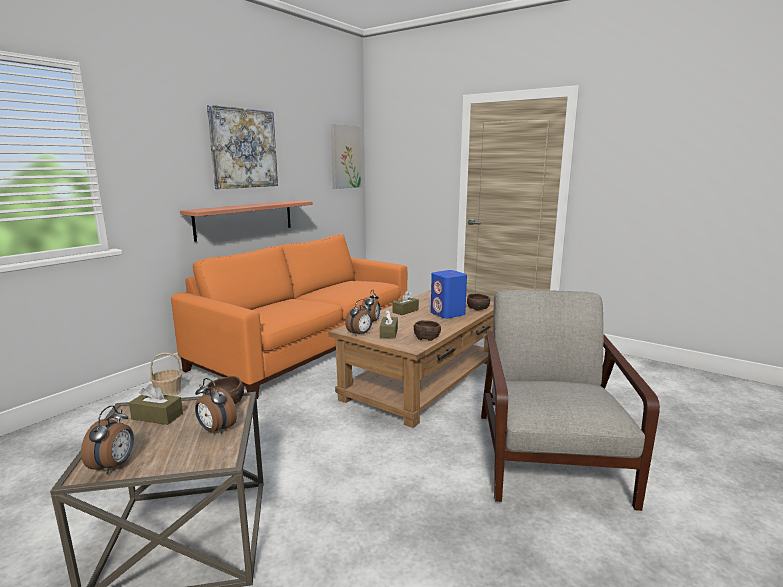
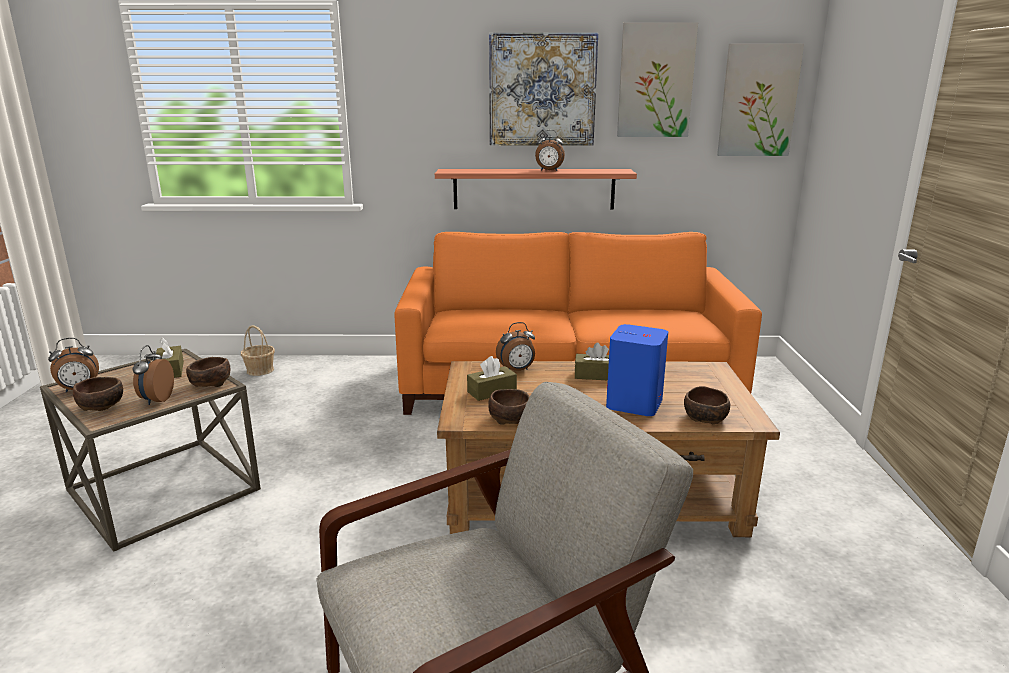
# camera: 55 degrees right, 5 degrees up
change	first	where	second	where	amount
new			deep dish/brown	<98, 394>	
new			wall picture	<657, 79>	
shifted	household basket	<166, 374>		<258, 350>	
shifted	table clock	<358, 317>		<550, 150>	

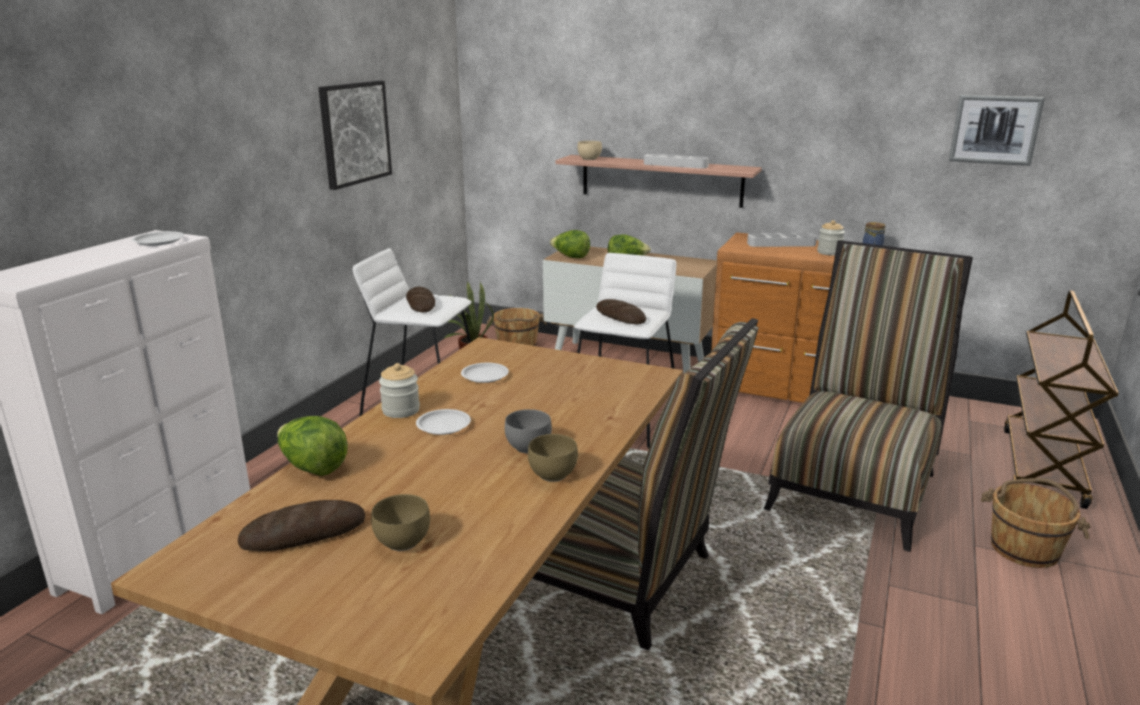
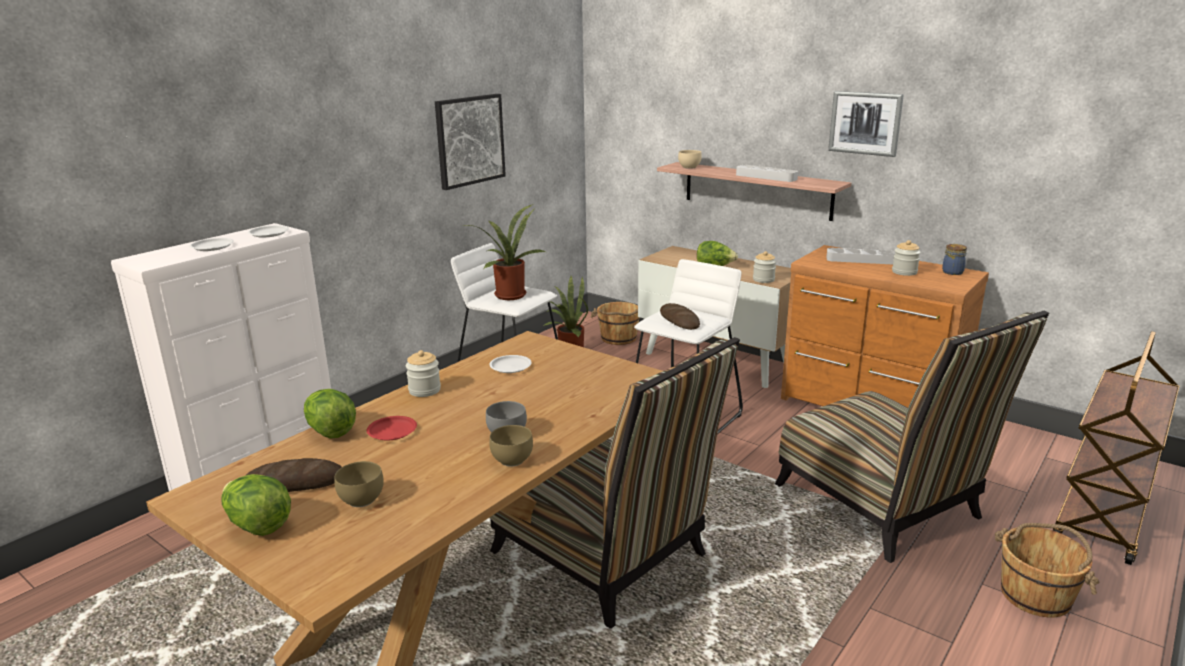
# camera: 15 degrees right, 0 degrees up
change	first	where	second	where	amount
new			dinner plate/reddish	<392, 428>	
new			preserve jar	<764, 267>	
shifted	dinner plate/whitish	<443, 422>		<211, 244>	
shifted	lettuce head	<570, 244>		<256, 505>	
shifted	wall picture	<997, 130>		<866, 124>	
swapped	bread	<420, 299>	plant in a pot	<503, 252>	
rotated	chair	<868, 396>		<912, 437>	105 degrees clockwise

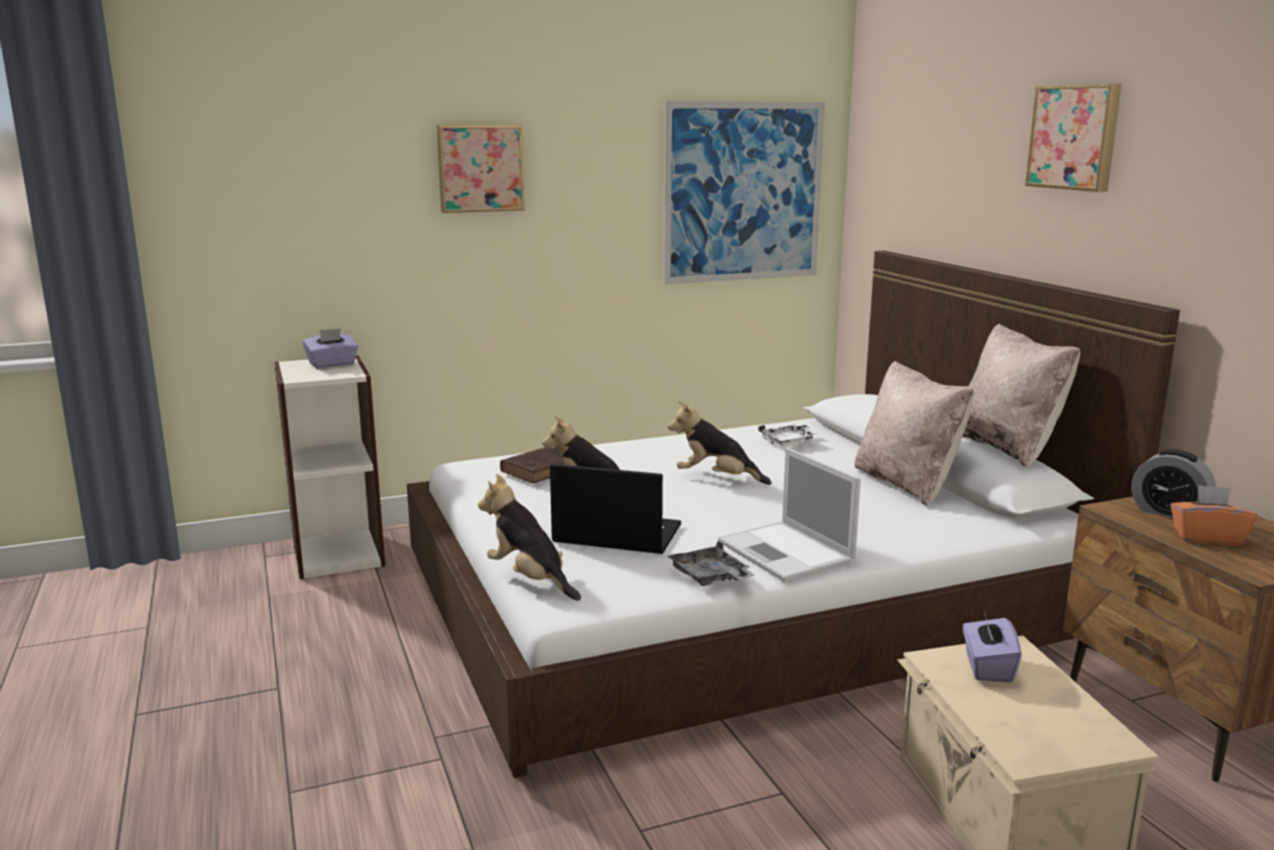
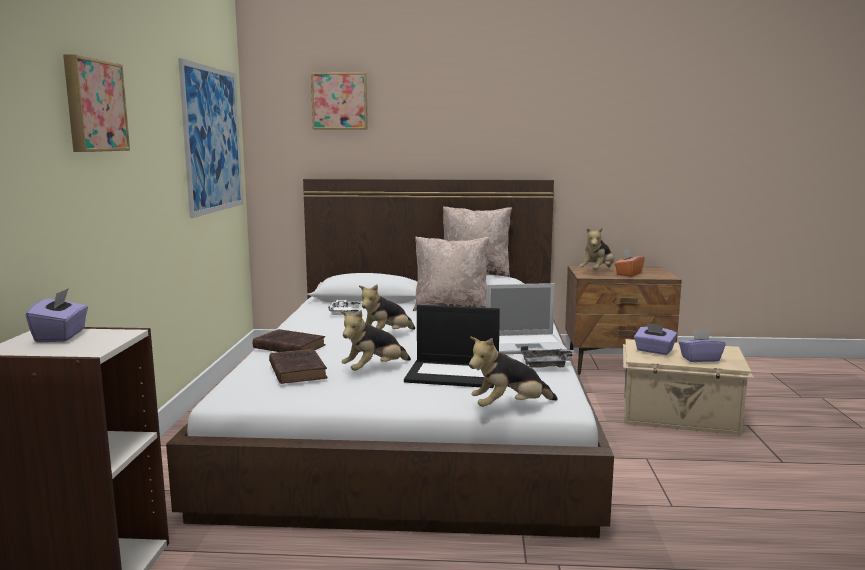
# camera: 65 degrees left, 5 degrees down
change	first	where	second	where	amount
new			book/brown	<289, 340>	
new			box of tissues/purple	<702, 345>	
shifted	wall picture	<1073, 137>		<339, 100>	
swapped	table clock	<1174, 484>	soft toy	<596, 248>	
rotated	notebook computer	<615, 509>		<452, 346>	120 degrees counterclockwise

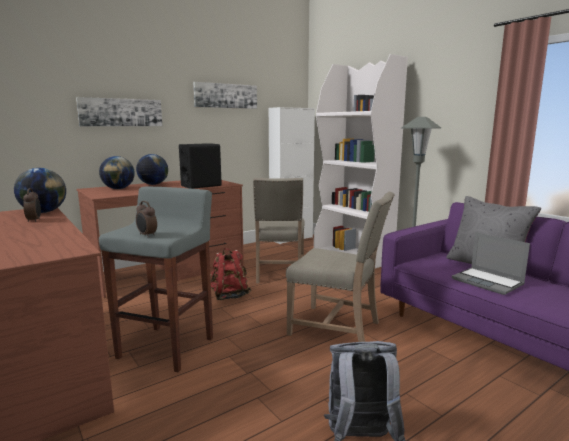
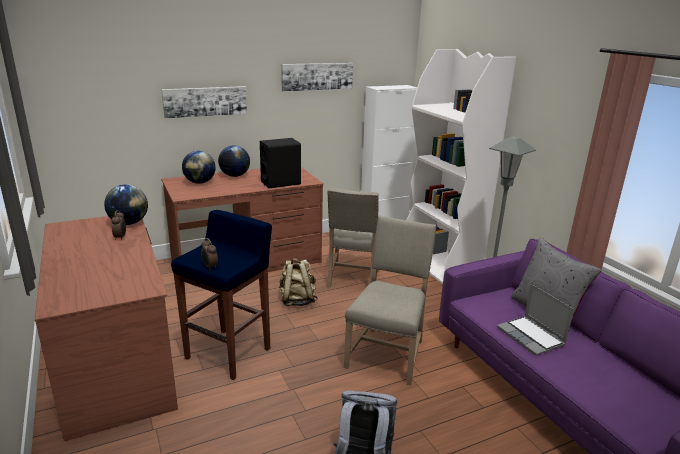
# camera: 10 degrees right, 10 degrees up
change	first	where	second	where	amount
repainted	stool/gray	<156, 279>	stool/blue-coloured	<221, 295>	
repainted	backpack/reddish	<230, 274>	backpack/sand-coloured	<298, 282>	
rotated	chair/sand-coloured	<340, 267>		<390, 301>	105 degrees counterclockwise

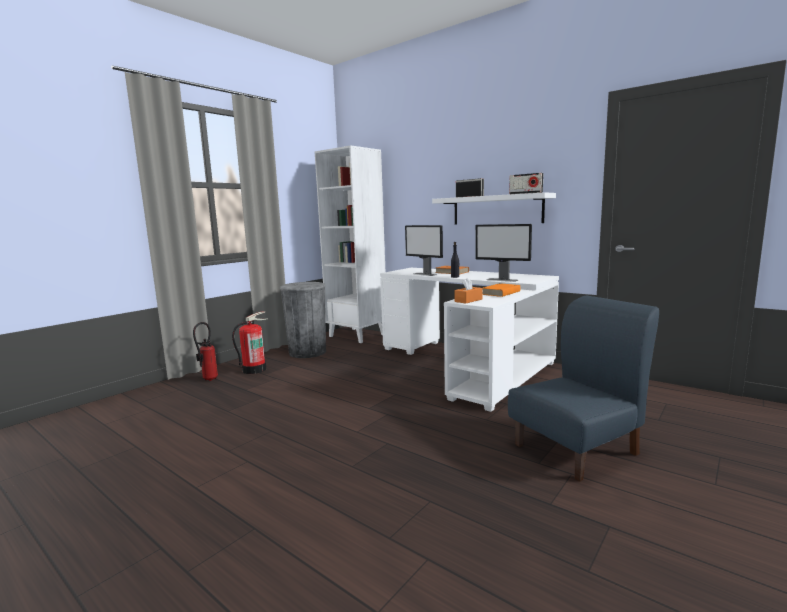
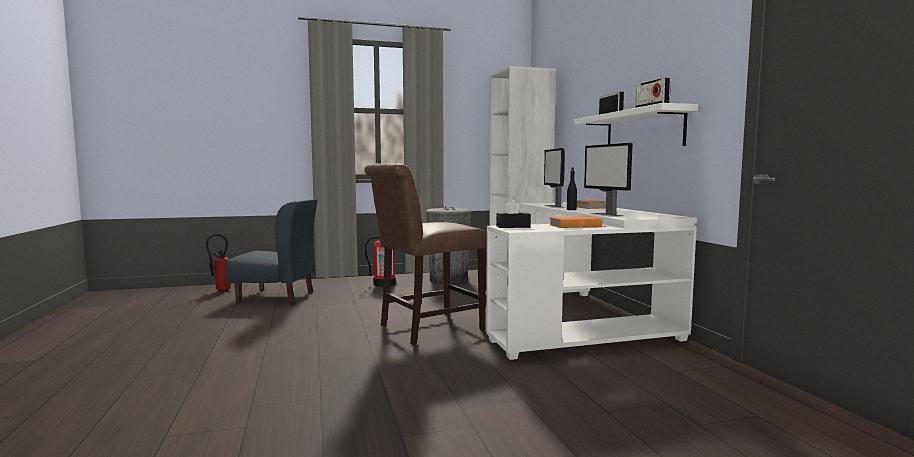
# camera: 35 degrees right, 5 degrees down
change	first	where	second	where	amount
new			chair/brown	<425, 254>	
shifted	fire-fighting cylinder	<205, 351>		<218, 263>	
shifted	chair/blue-coloured	<583, 388>		<272, 252>	
repainted	box of tissues/orange-coloured	<468, 291>	box of tissues/blackish	<513, 214>	

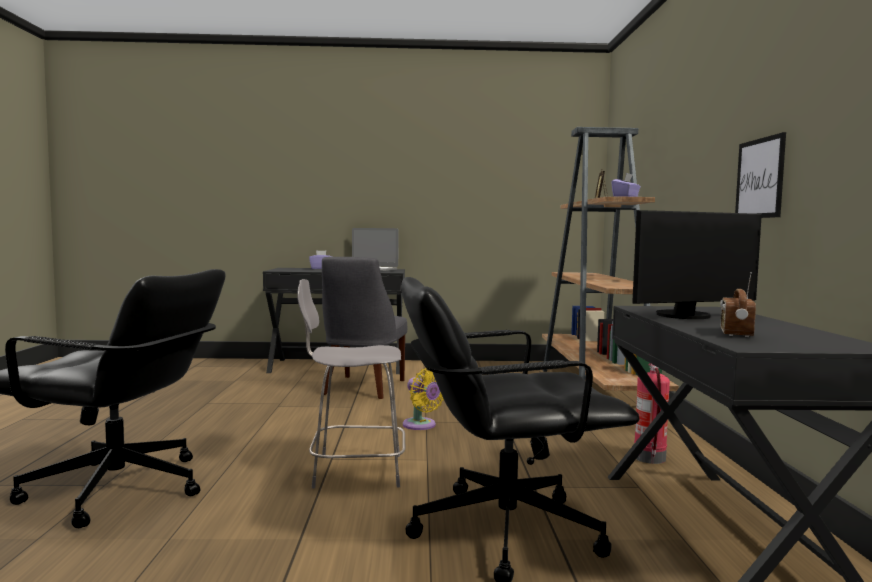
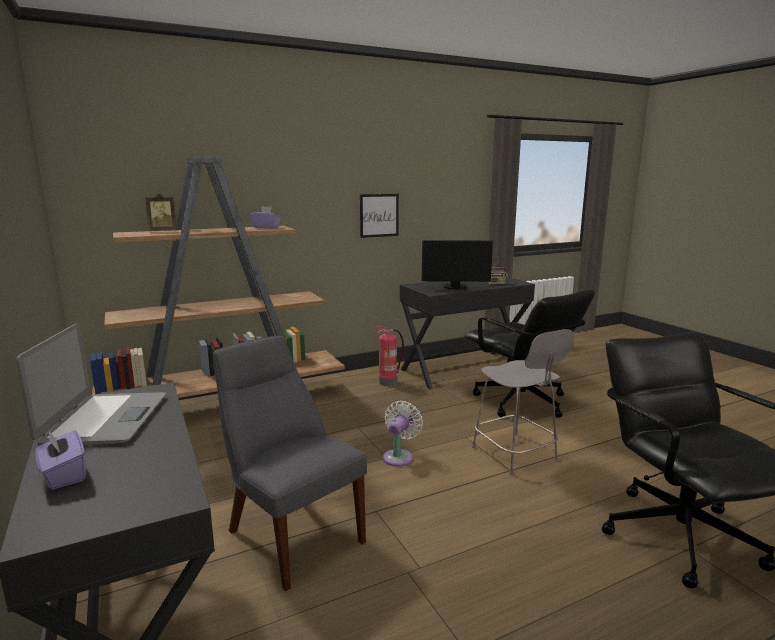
# camera: 115 degrees left, 10 degrees up
change	first	where	second	where	amount
repainted	electric fan/yellowish	<423, 399>	electric fan/whitish	<403, 434>	
rotated	chair/gray	<364, 328>		<290, 463>	120 degrees counterclockwise
rotated	computer screen	<697, 264>		<457, 265>	135 degrees clockwise

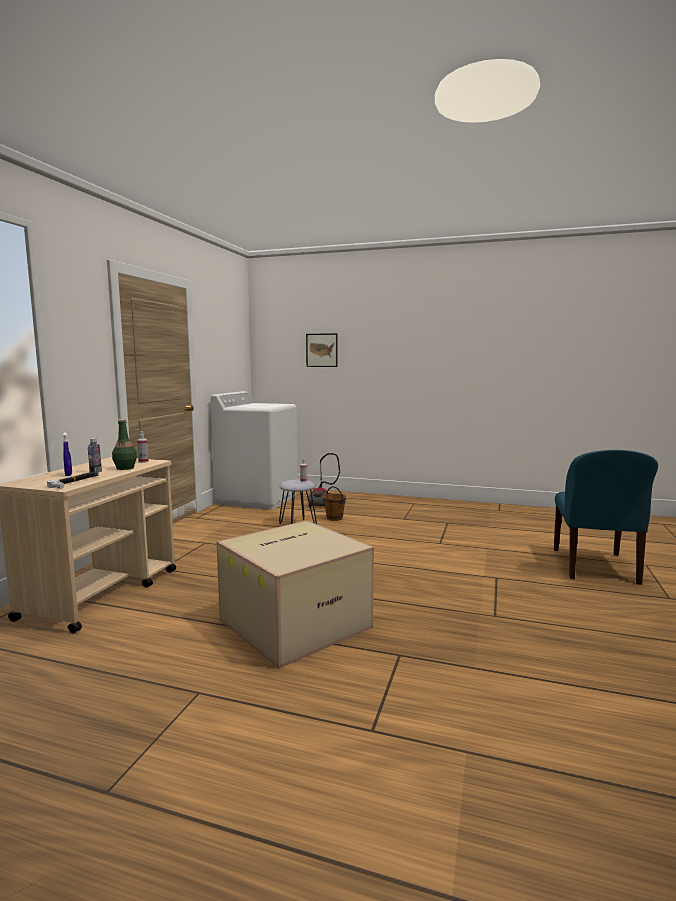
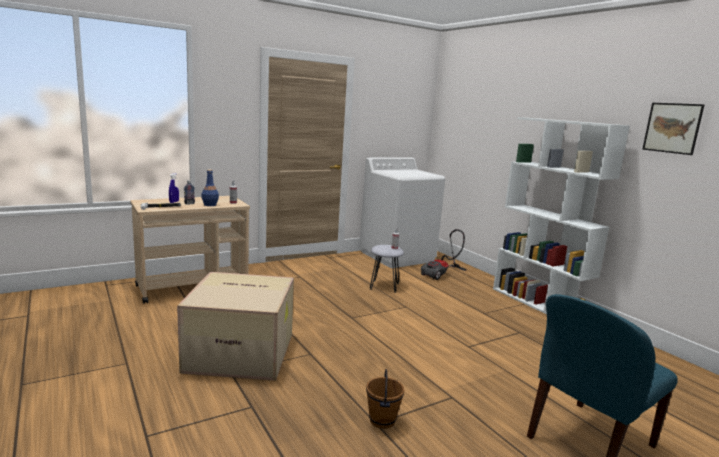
# camera: 40 degrees right, 5 degrees up
change	first	where	second	where	amount
new			bookcase/whitish	<561, 215>	
shifted	wall picture	<322, 350>		<673, 129>	
shifted	bucket/brown	<334, 503>		<385, 399>	
repainted	bottle/green	<124, 444>	bottle/blue-coloured	<210, 187>	

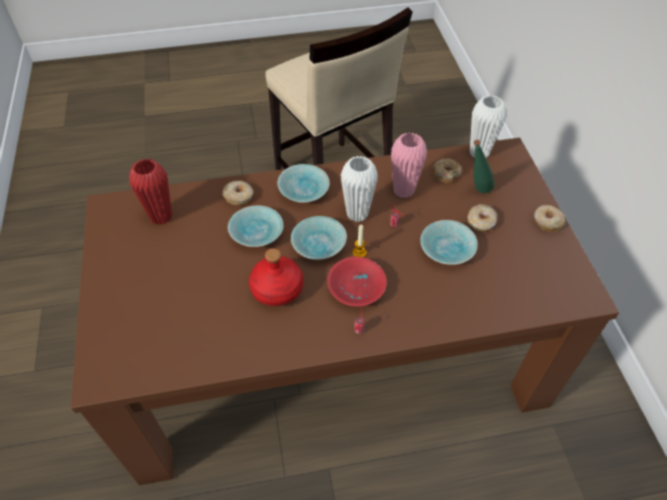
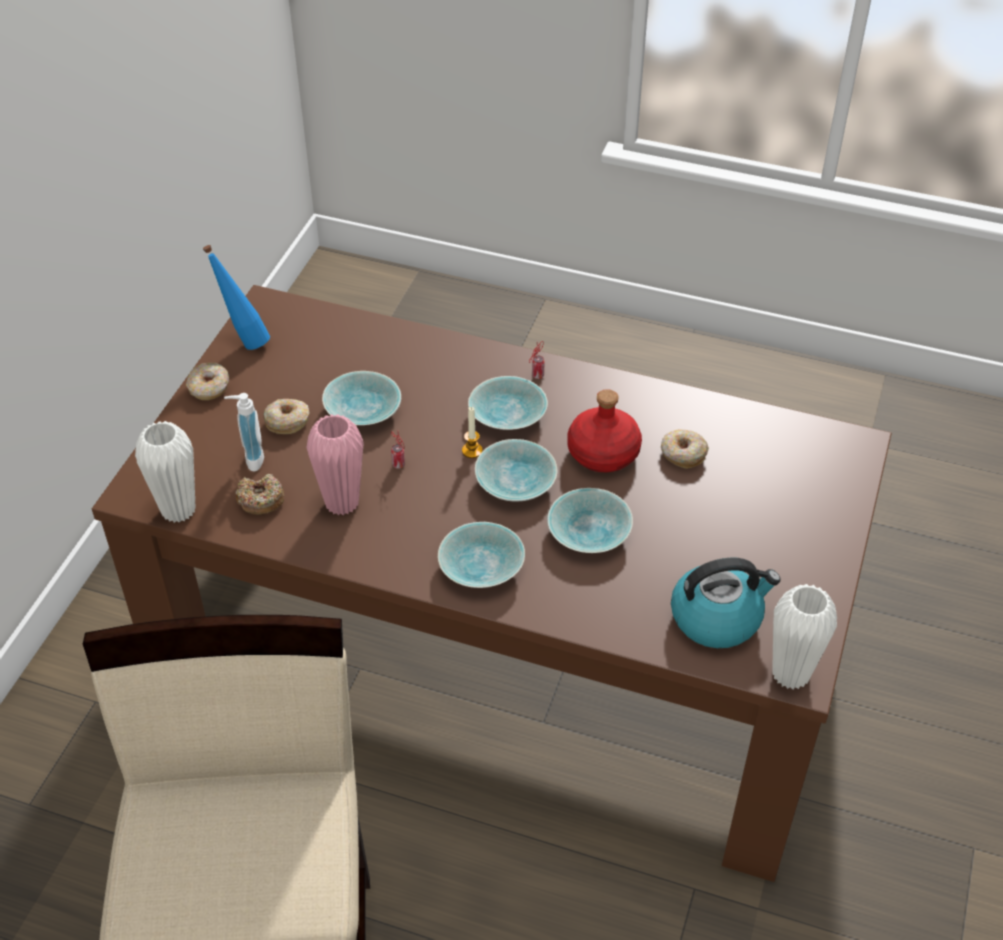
# camera: 150 degrees left, 5 degrees down
change	first	where	second	where	amount
new			bottle/blue-coloured	<236, 297>	
shifted	doughnut	<237, 193>		<685, 449>	
shifted	decorative vase/whitish	<359, 189>		<805, 636>	
swapped	decorative vase/reddish	<150, 192>	kettle	<726, 603>	
swapped	bottle/green	<483, 166>	liquid soap bottle	<244, 432>	
repainted	deep dish/reddish	<357, 281>	deep dish/turquoise	<508, 403>	

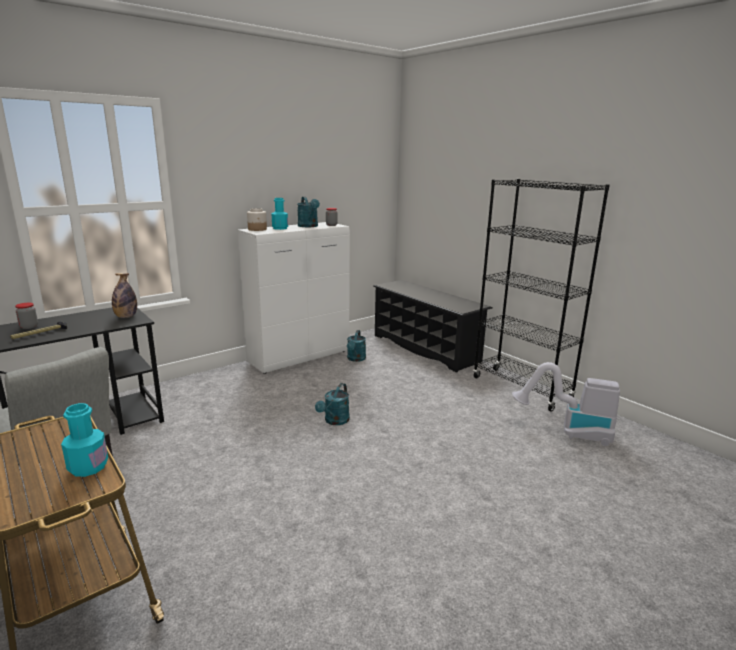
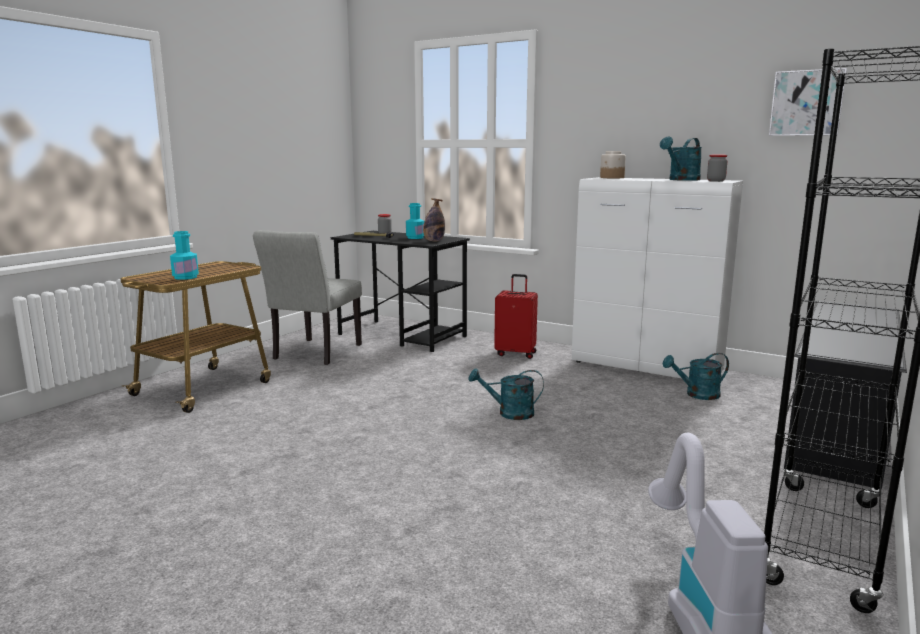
# camera: 70 degrees right, 5 degrees down
change	first	where	second	where	amount
new			travel case/reddish	<516, 316>	
new			wall picture	<808, 102>	
shifted	bottle/turquoise	<280, 214>		<415, 221>	

